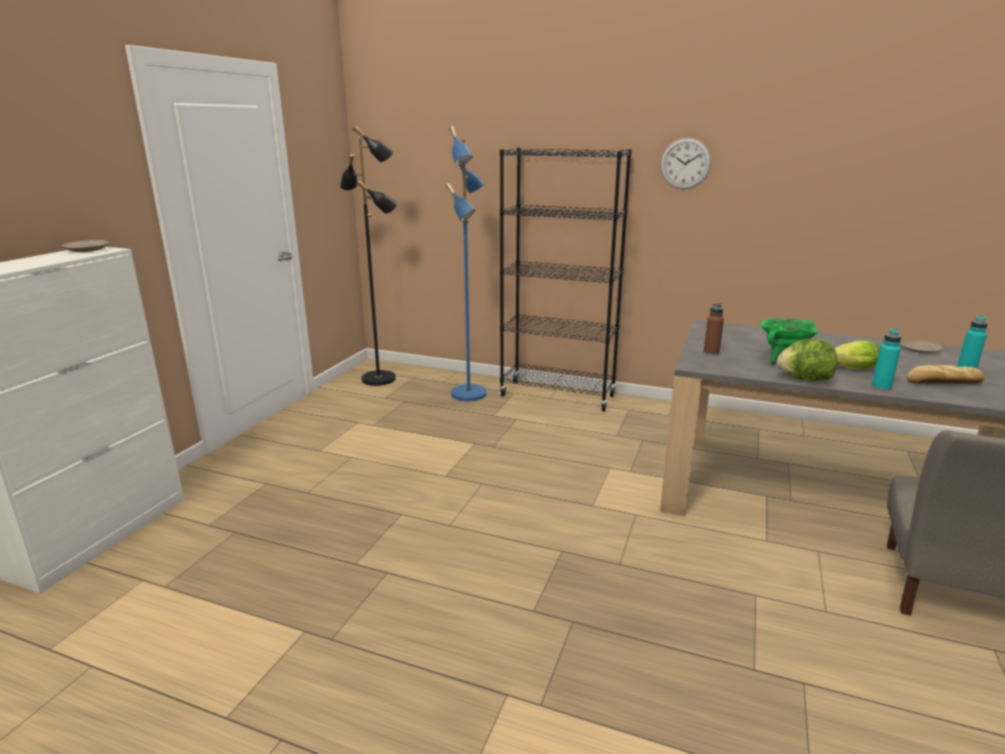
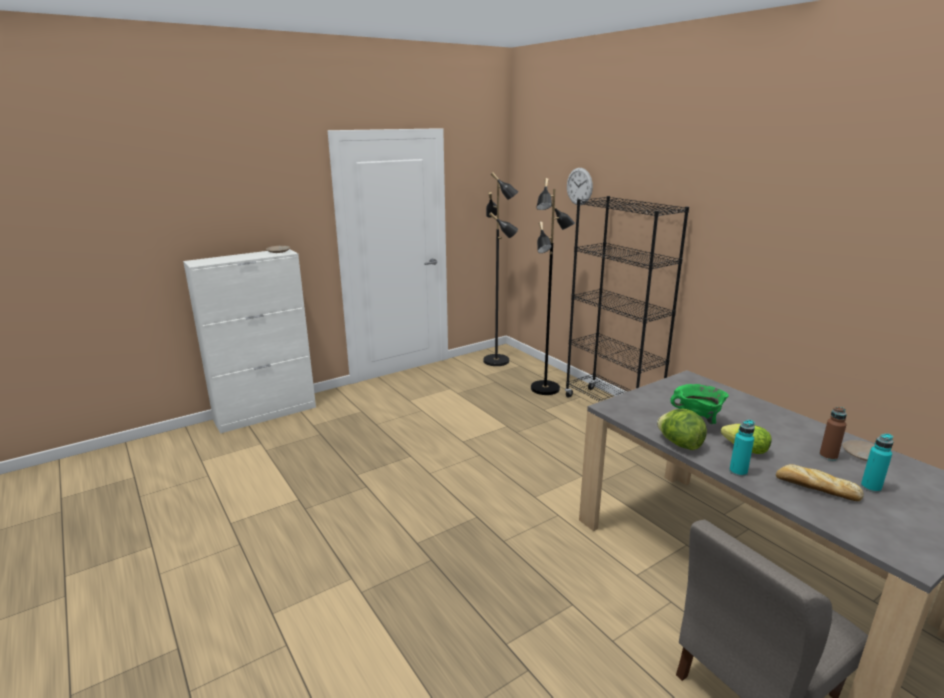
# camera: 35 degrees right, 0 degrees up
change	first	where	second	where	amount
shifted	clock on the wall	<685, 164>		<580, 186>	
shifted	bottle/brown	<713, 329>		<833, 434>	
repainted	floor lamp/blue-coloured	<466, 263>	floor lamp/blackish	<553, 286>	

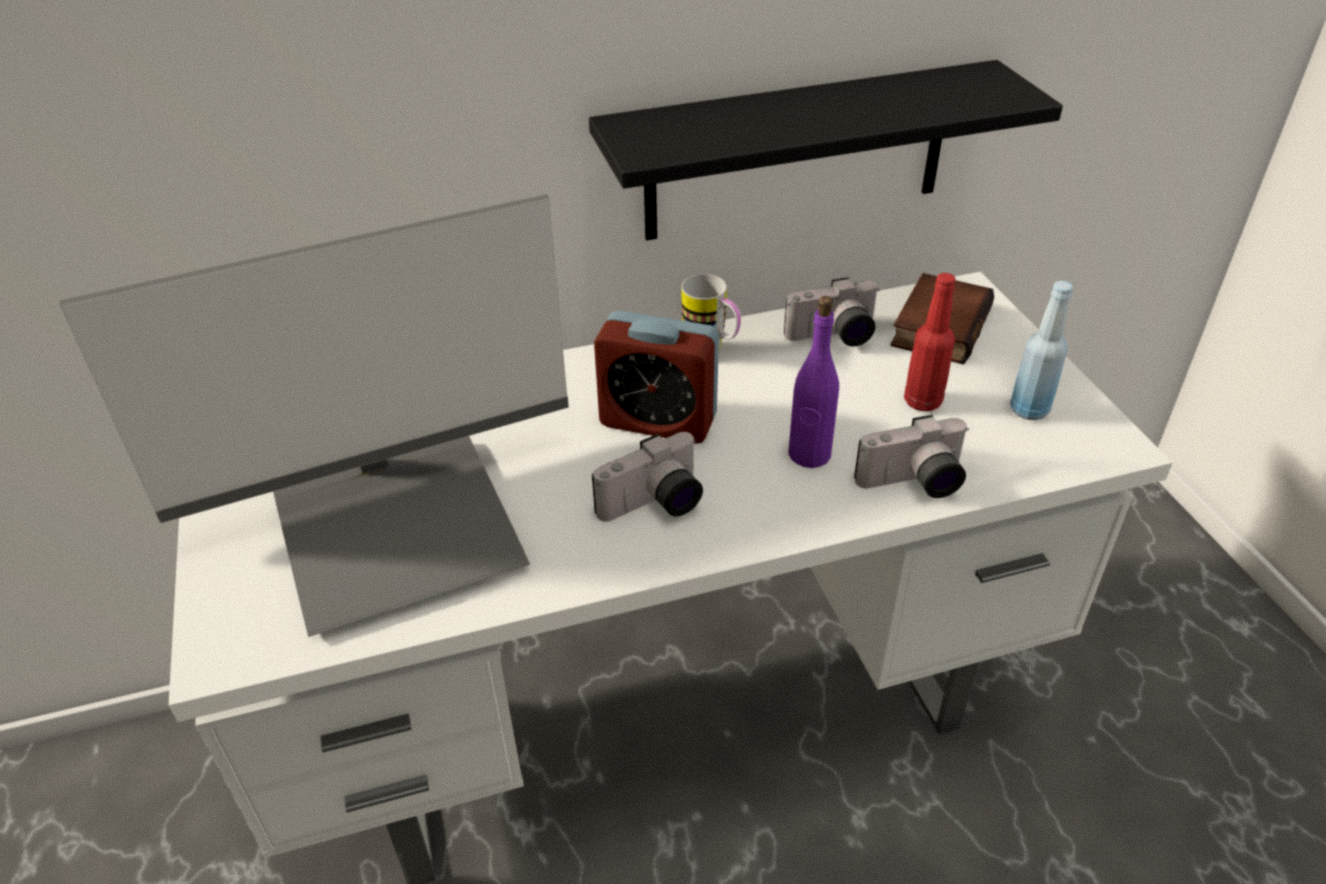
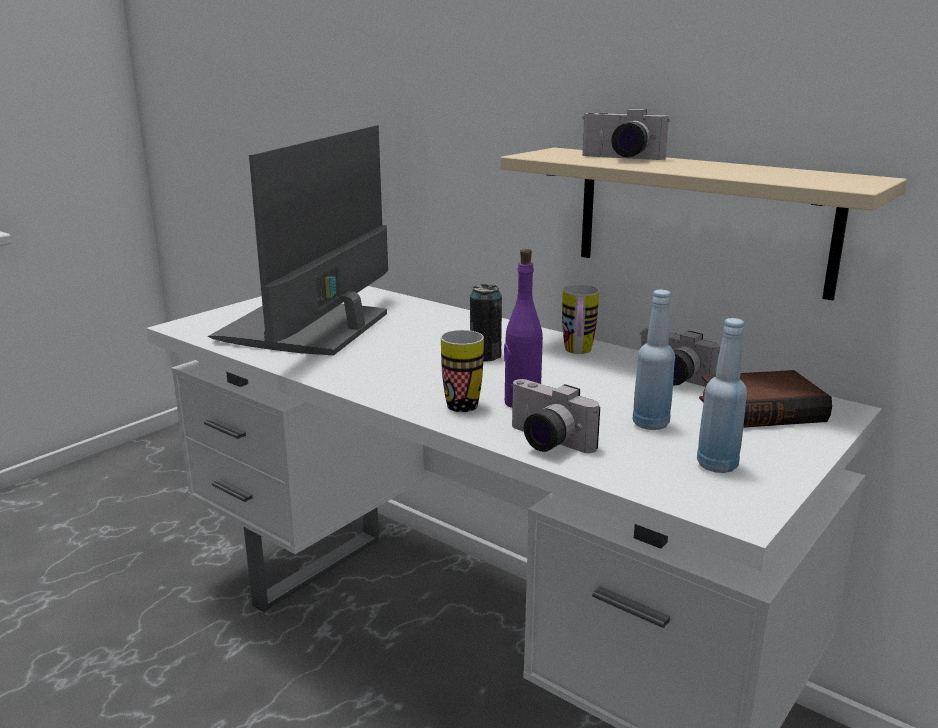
# camera: 55 degrees right, 20 degrees down
change	first	where	second	where	amount
new			mug	<462, 371>	
shifted	still camera	<647, 477>		<626, 134>	
swapped	table clock	<656, 377>	sealed can	<486, 323>	
repainted	bracket shelf/blackish	<826, 150>	bracket shelf/sand-coloured	<704, 224>	
repainted	bottle/reddish	<930, 342>	bottle/blue-coloured	<653, 360>	
rotated	computer screen	<314, 415>		<298, 240>	75 degrees clockwise

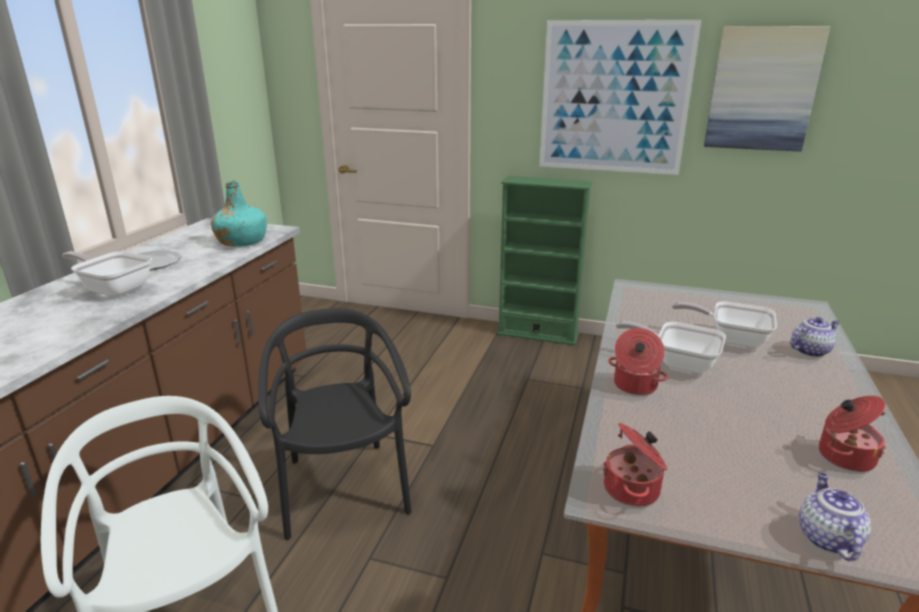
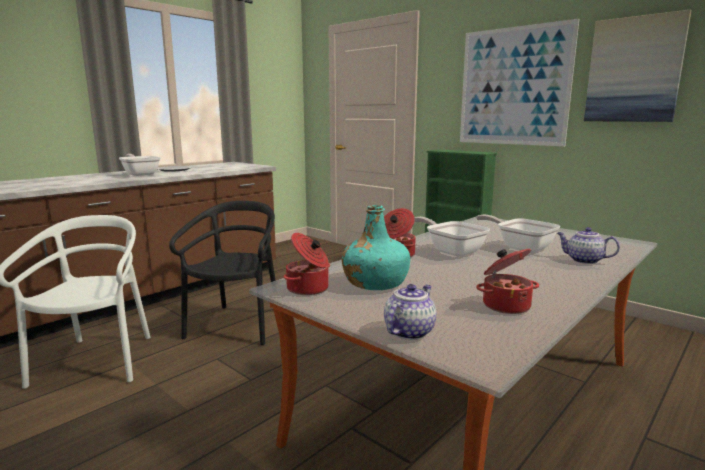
# camera: 25 degrees right, 10 degrees down
change	first	where	second	where	amount
shifted	bottle/turquoise	<239, 214>		<376, 247>	
rotated	teapot	<815, 337>		<588, 245>	150 degrees counterclockwise

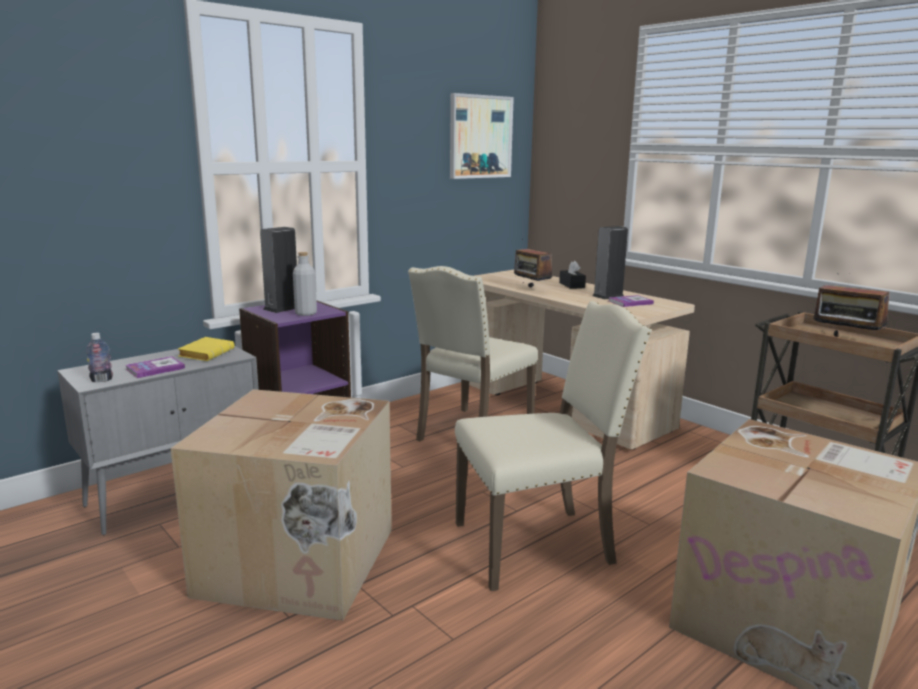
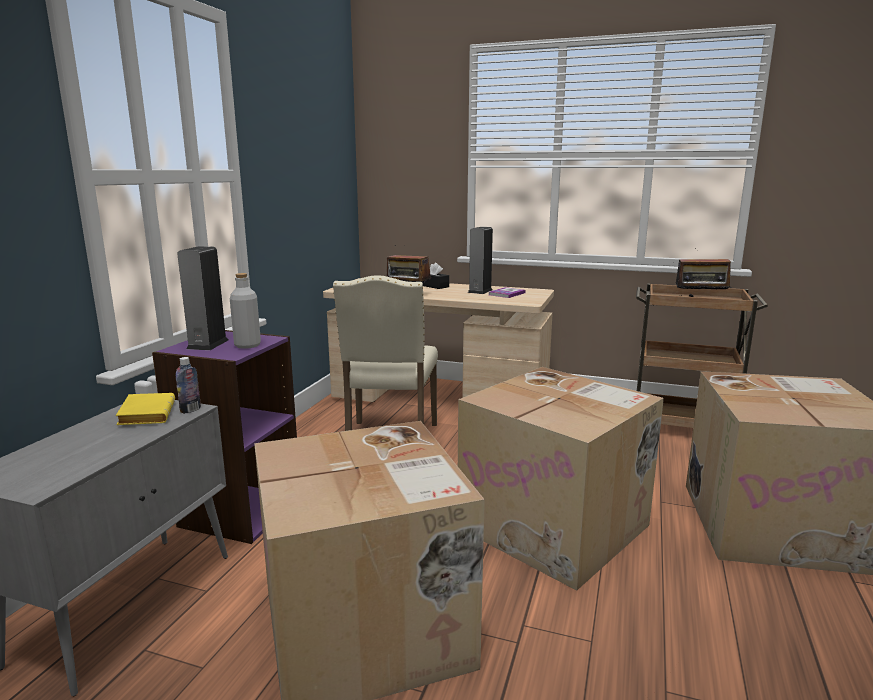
# camera: 30 degrees left, 0 degrees up
change	first	where	second	where	amount
gone	book	<155, 367>			
gone	wall picture	<482, 136>			
shifted	bottle	<99, 357>		<188, 385>	
swapped	chair/sand-coloured	<553, 446>	carton	<561, 479>	

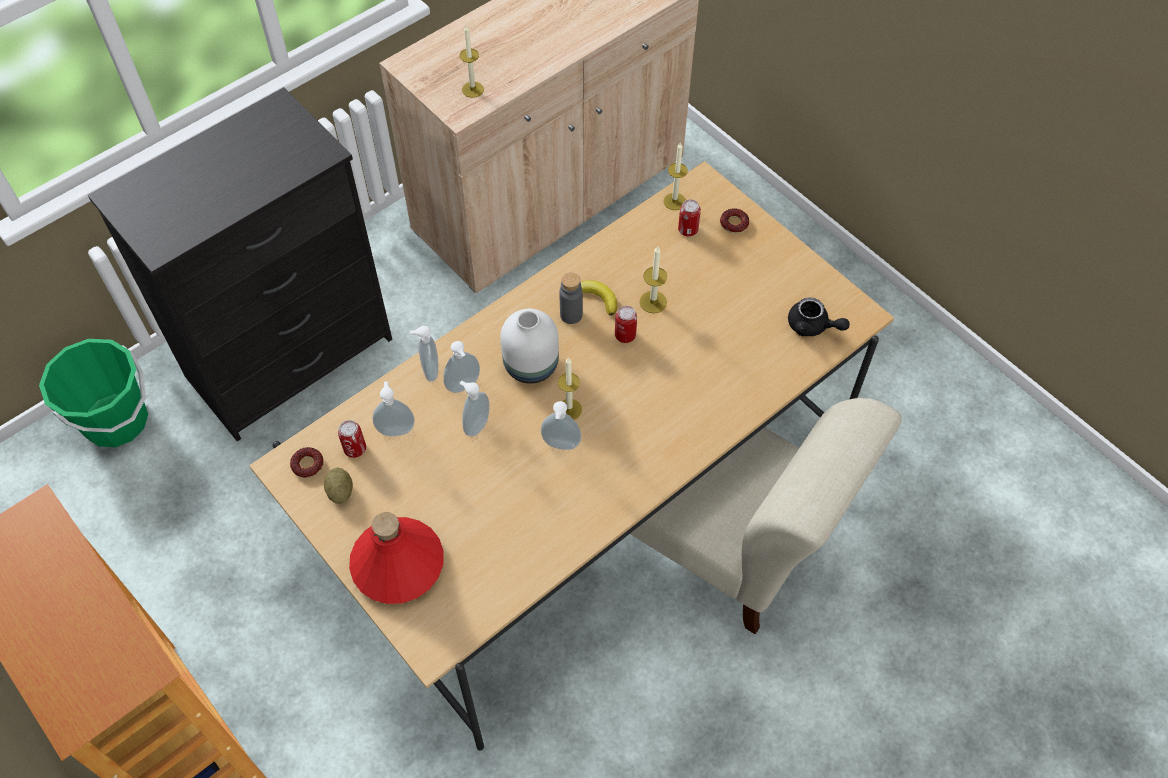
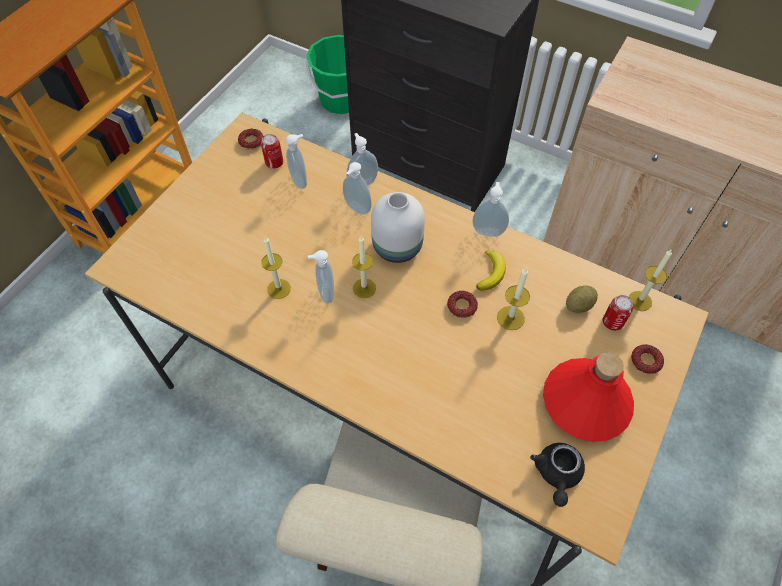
# camera: 70 degrees right, 0 degrees up
change	first	where	second	where	amount
gone	bottle/gray	<571, 298>			
shifted	spud	<338, 485>		<582, 299>	
shifted	bottle/reddish	<396, 558>		<588, 397>	
shifted	candle	<472, 61>		<276, 268>	
shifted	liquid soap bottle	<475, 409>		<490, 209>	
swapped	sealed can	<626, 324>	doughnut	<462, 304>	

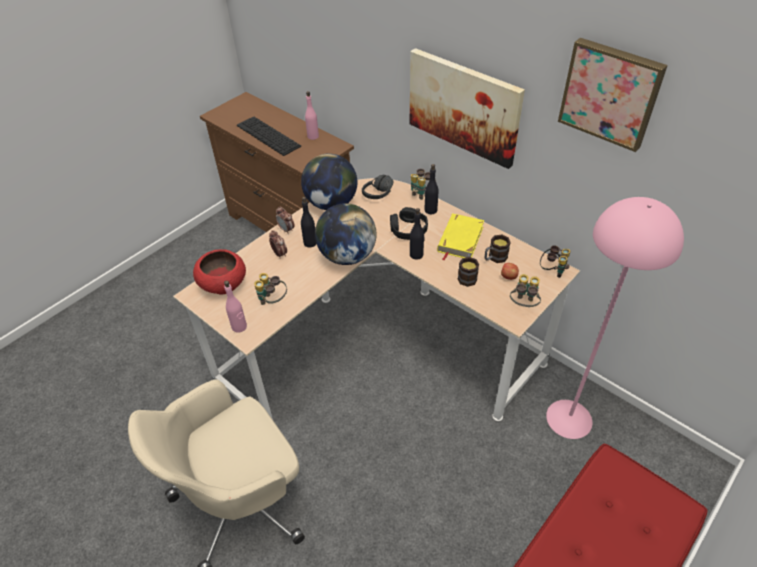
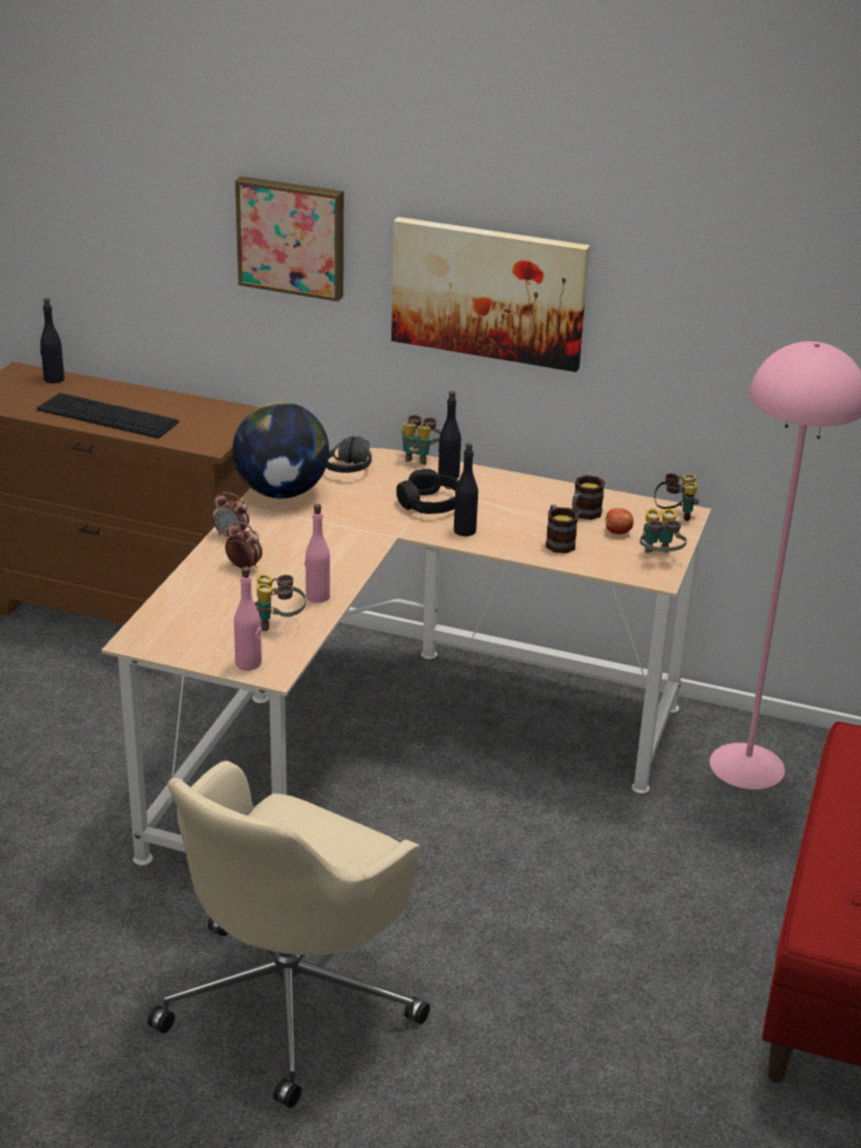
# camera: 25 degrees left, 15 degrees down
change	first	where	second	where	amount
gone	deep dish/reddish	<219, 271>			
gone	desk globe	<345, 234>			
gone	book/yellowish	<460, 236>			
shifted	bottle/blackish	<308, 222>		<52, 341>	
shifted	bottle/pinkish	<312, 115>		<317, 553>	
shifted	wall picture	<613, 95>		<289, 239>	

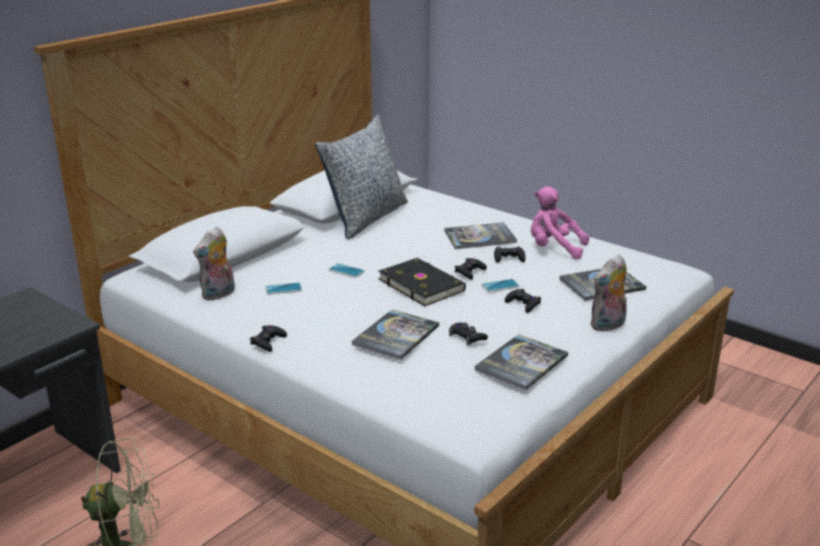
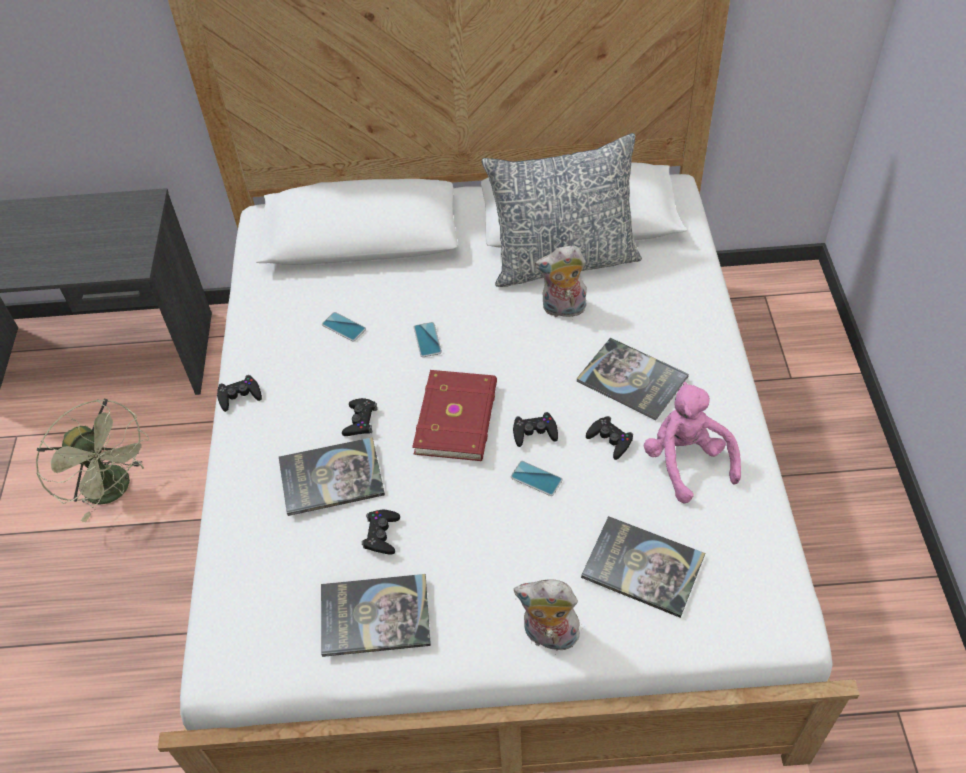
# camera: 50 degrees right, 25 degrees up
change	first	where	second	where	amount
shifted	soft toy	<214, 263>		<561, 281>	
shifted	joypad/blackish	<523, 301>		<359, 417>	
repainted	book/blackish	<422, 282>	book/reddish	<454, 415>	

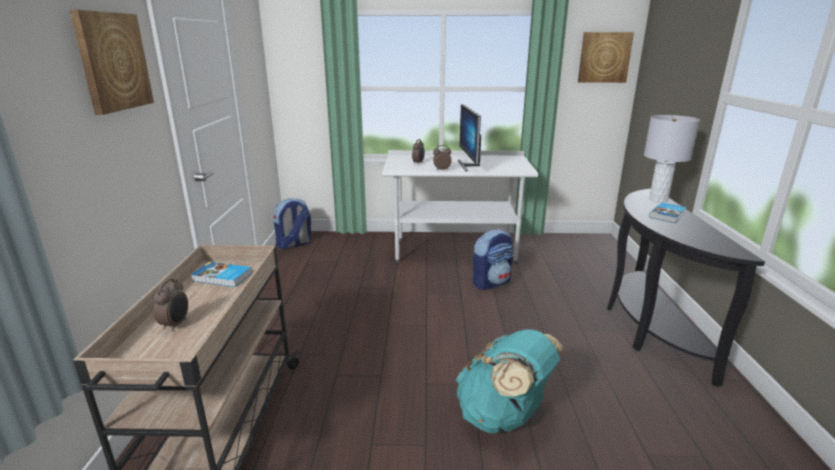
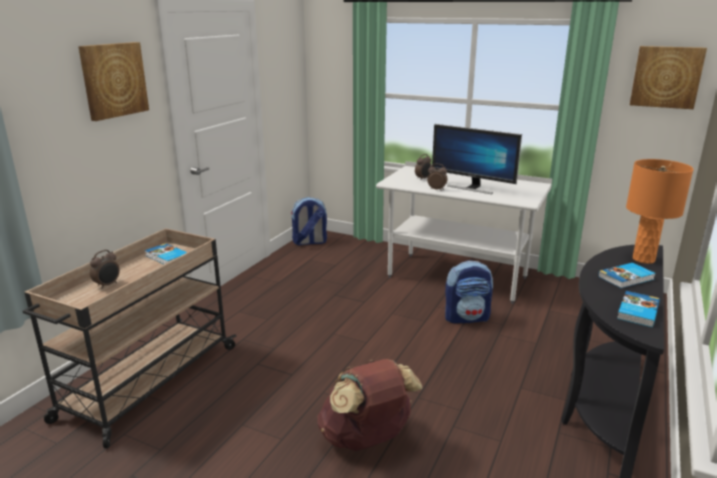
# camera: 25 degrees right, 0 degrees up
change	first	where	second	where	amount
new			book	<638, 309>	
repainted	backpack/turquoise	<510, 381>	backpack/brown	<370, 405>	
repainted	lamp for a table/gray	<672, 159>	lamp for a table/orange-coloured	<660, 211>	
rotated	computer screen	<469, 137>		<477, 159>	75 degrees counterclockwise

